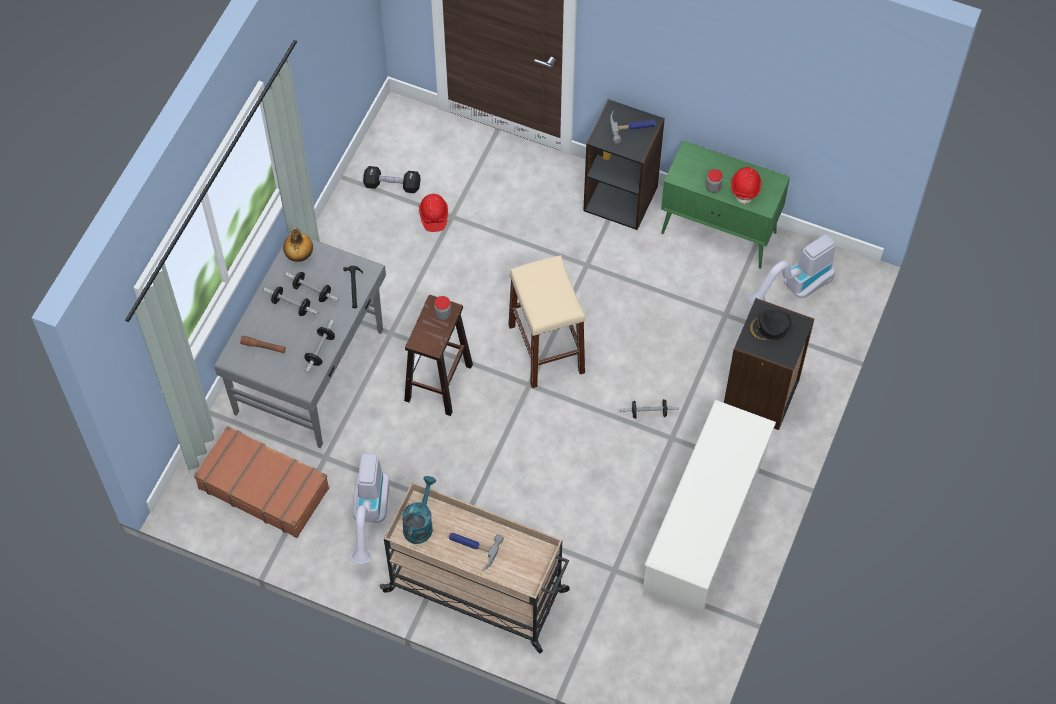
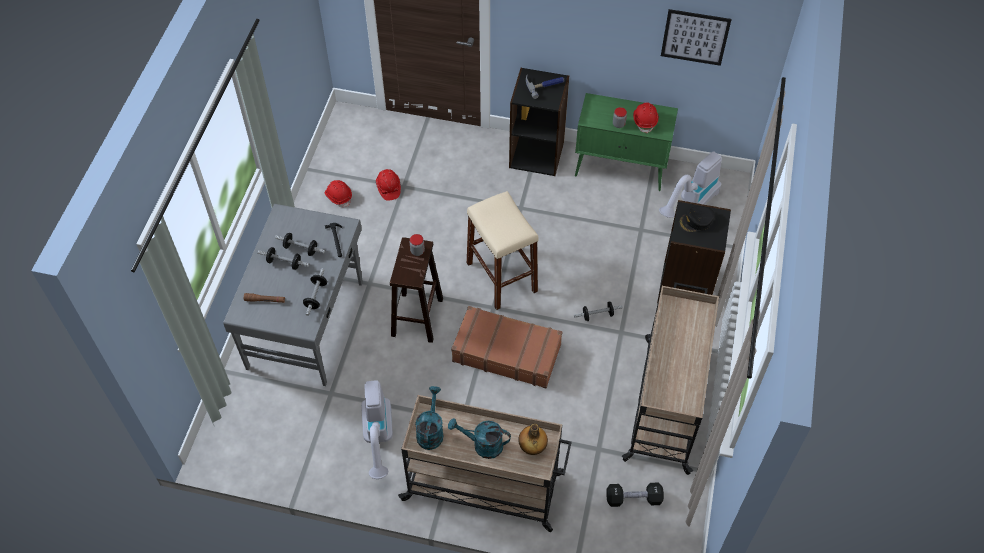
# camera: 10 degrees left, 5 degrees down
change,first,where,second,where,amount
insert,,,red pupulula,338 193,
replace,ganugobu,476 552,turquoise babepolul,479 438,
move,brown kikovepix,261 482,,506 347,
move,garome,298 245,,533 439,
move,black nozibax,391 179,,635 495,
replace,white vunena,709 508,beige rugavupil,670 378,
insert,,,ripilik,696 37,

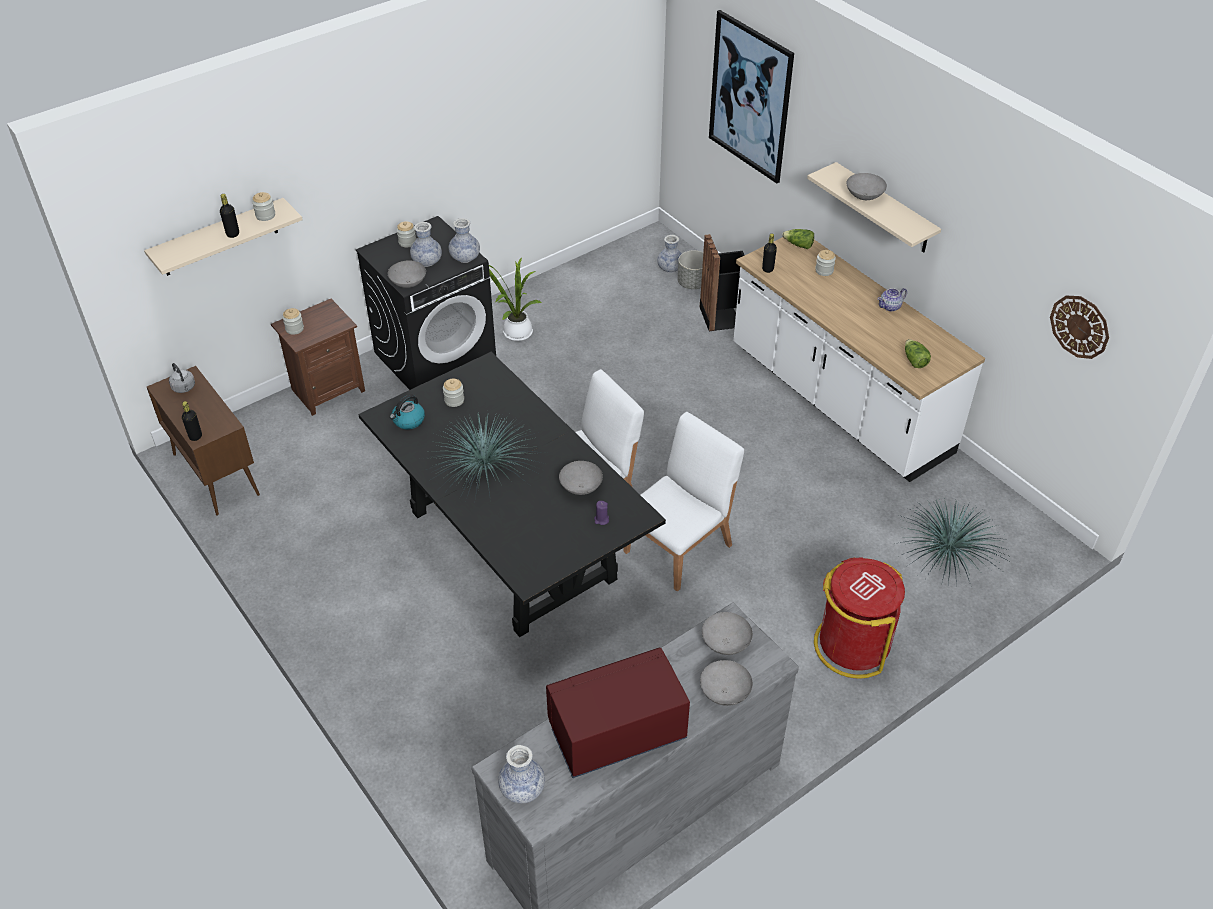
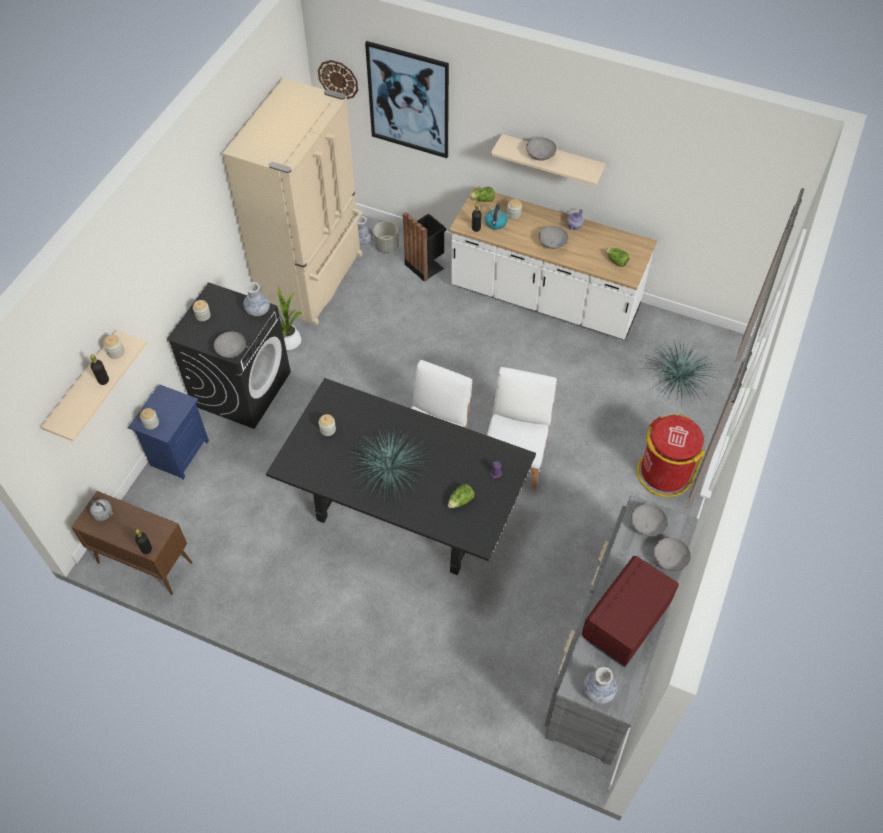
# camera: 30 degrees left, 10 degrees up
change,first,where,second,where,amount
recolor,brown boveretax,318 357,blue boveretax,168 432,
insert,,,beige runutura,292 202,
move,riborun,1079 327,,338 79,
insert,,,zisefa,461 496,
move,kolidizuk,407 411,,496 217,
move,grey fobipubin,581 478,,553 237,
delete,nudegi,426 244,,,

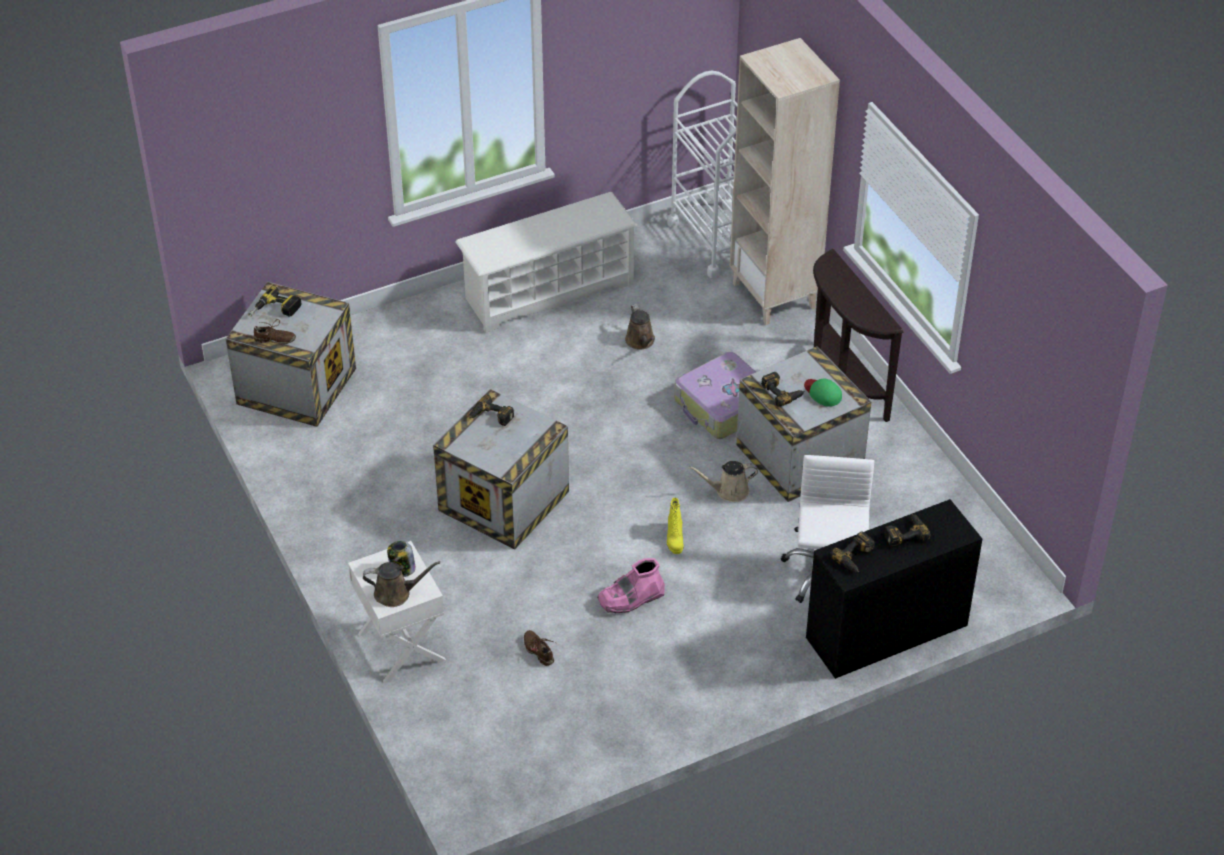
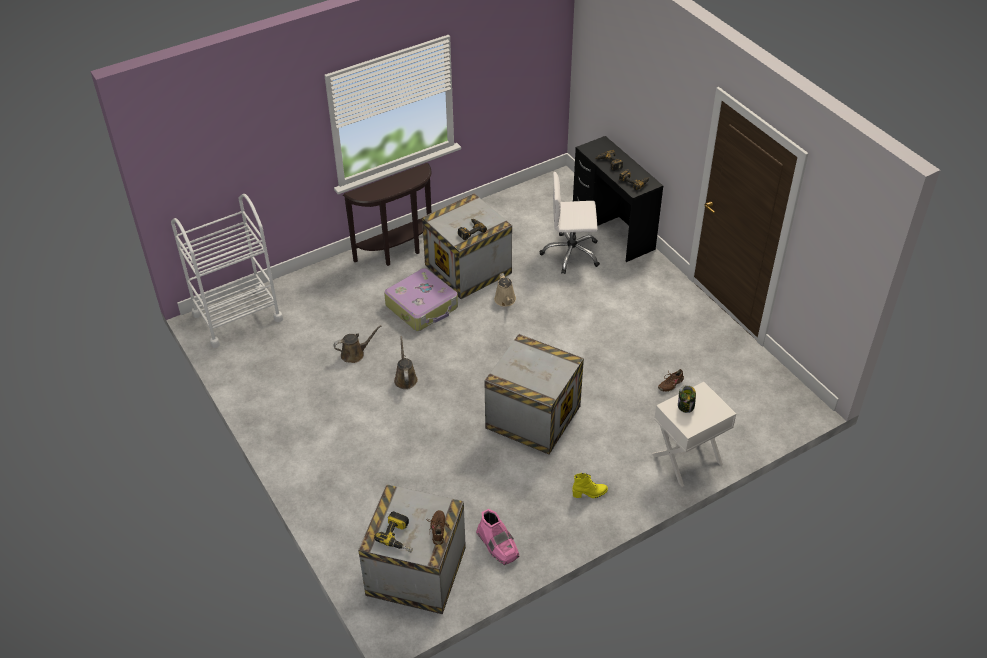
# camera: 95 degrees left, 0 degrees up
change,first,where,second,where,amount
move,brown babepolul,401 584,,406 362,
move,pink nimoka,631 585,,497 537,
move,yellow nimoka,675 526,,590 485,
delete,white vunena,546 262,,,
delete,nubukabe,491 410,,,
delete,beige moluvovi,785 181,,,
delete,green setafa,823 393,,,

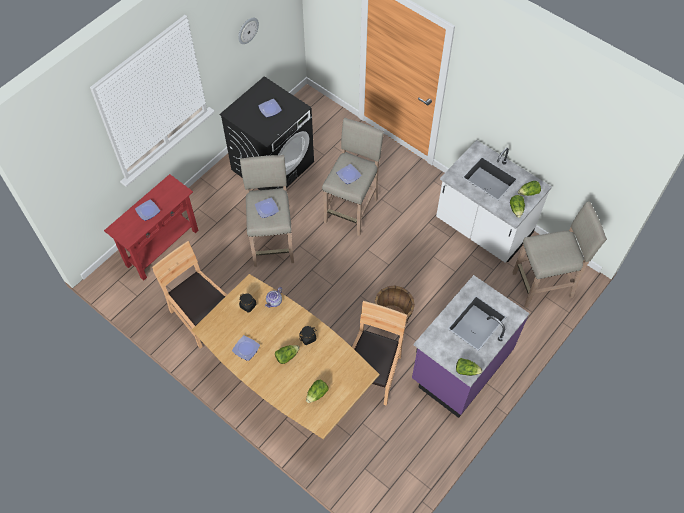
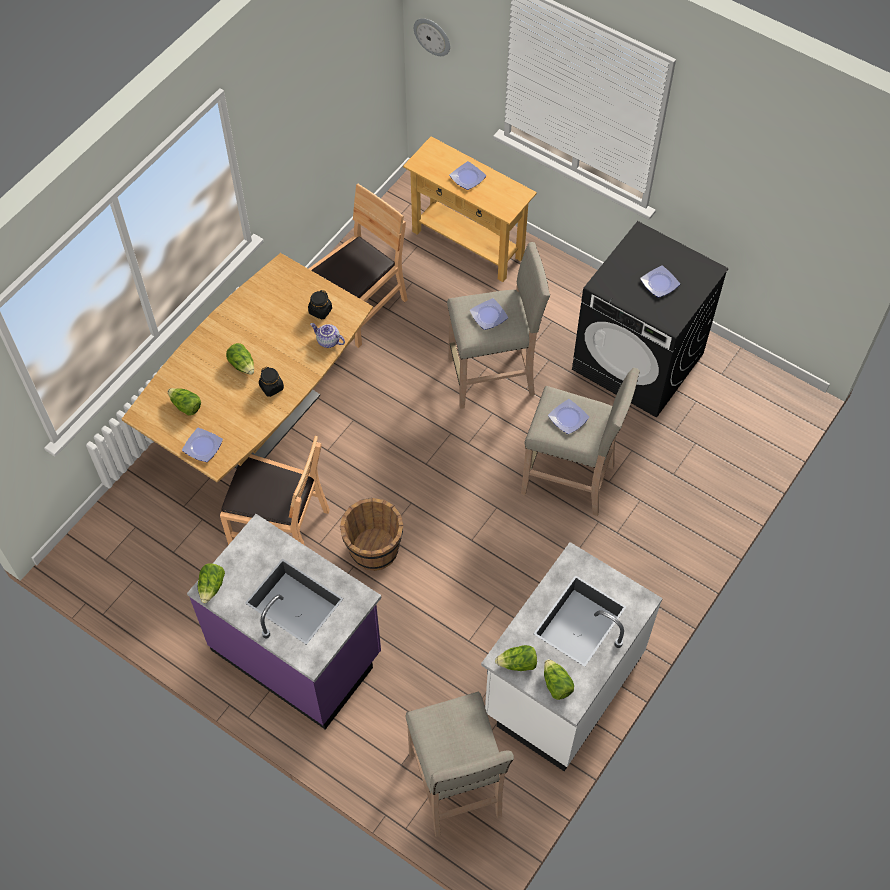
# camera: 85 degrees right, 0 degrees up
change,first,where,second,where,amount
move,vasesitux,246 348,,202 445,
recolor,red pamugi,151 227,beige pamugi,470 209,
move,riborun,248 30,,432 37,

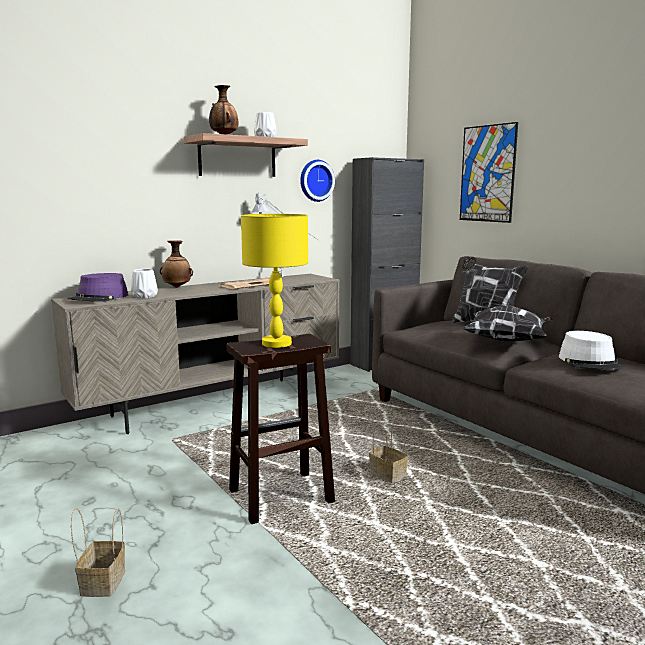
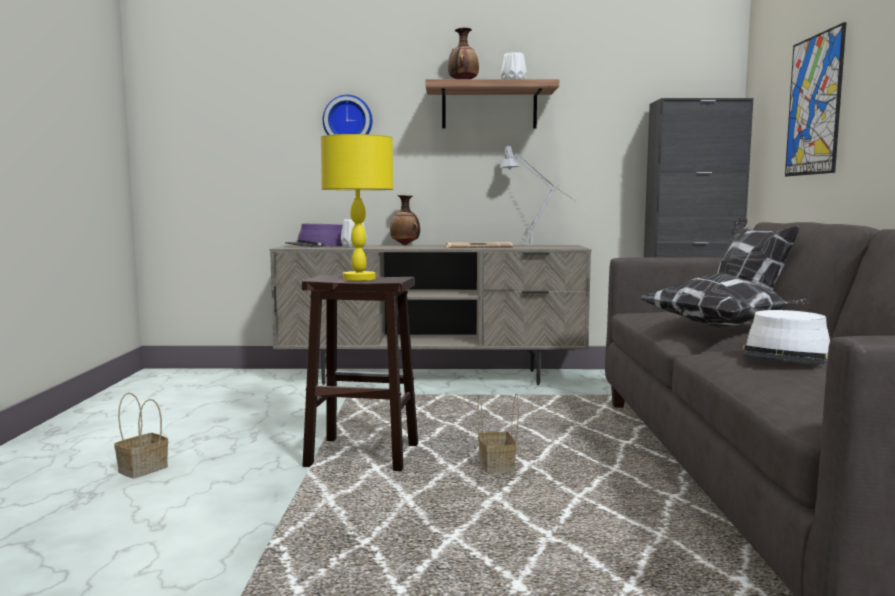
# camera: 35 degrees right, 5 degrees down
change,first,where,second,where,amount
move,riborun,317 181,,347 115,

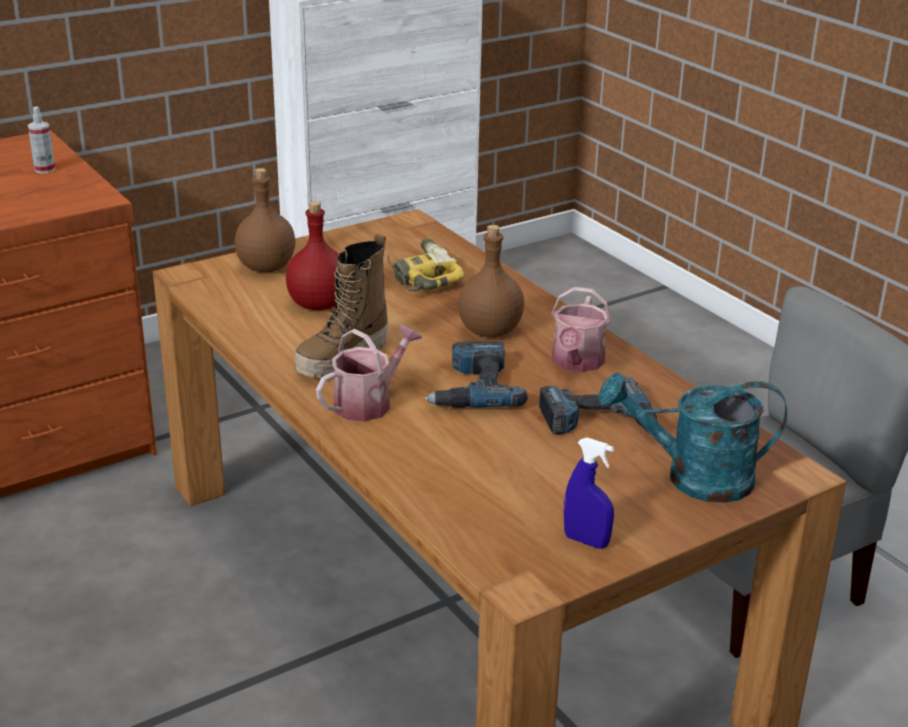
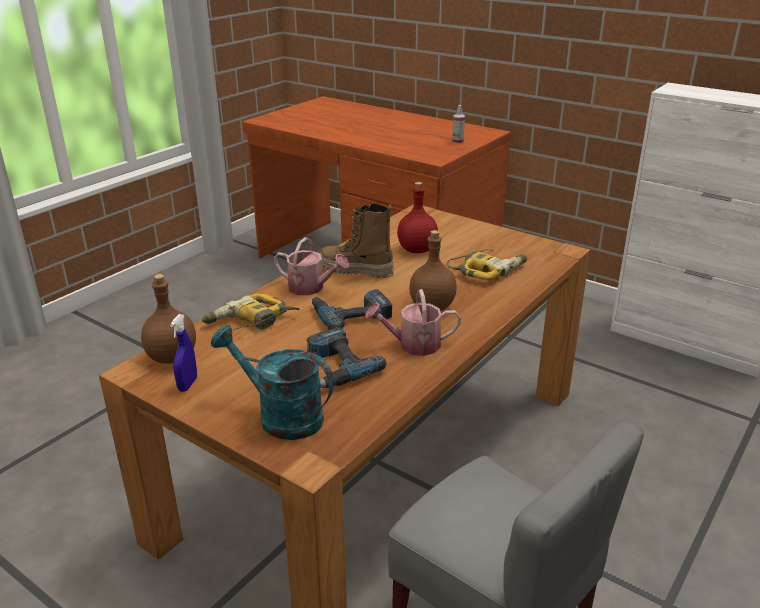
# camera: 70 degrees right, 0 degrees up
change,first,where,second,where,amount
move,brown garome,265 220,,168 319,
insert,,,nubukabe,250 312,
rotate,turquoise babepolul,693 438,,272 382,45 degrees counterclockwise

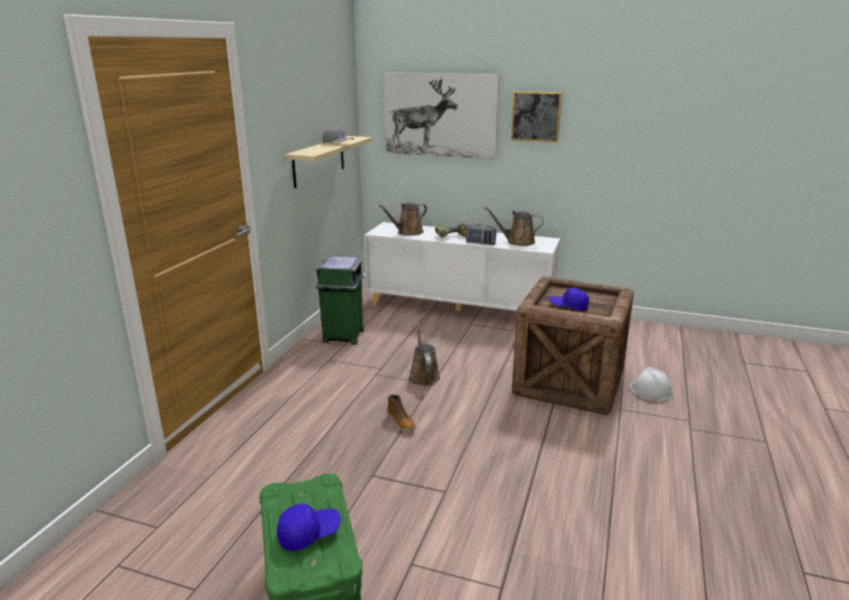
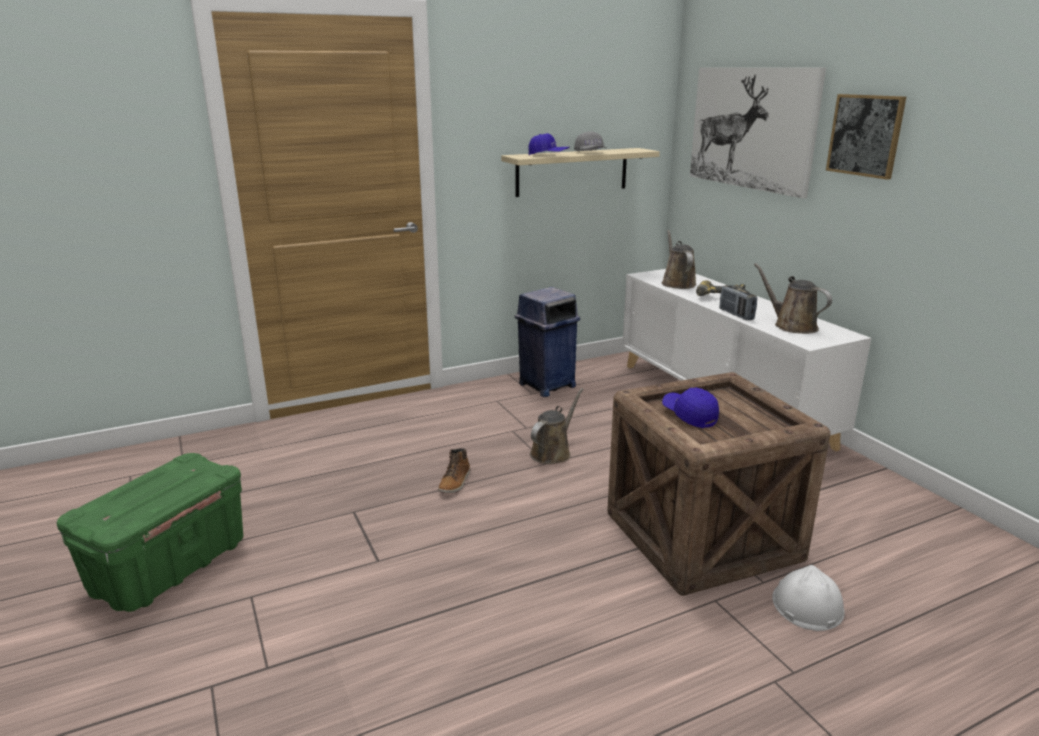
# camera: 45 degrees right, 0 degrees up
change,first,where,second,where,amount
recolor,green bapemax,340 300,blue bapemax,547 342,
move,blue setafa,309 527,,549 144,
rotate,brown babepolul,402 219,,679 259,75 degrees clockwise

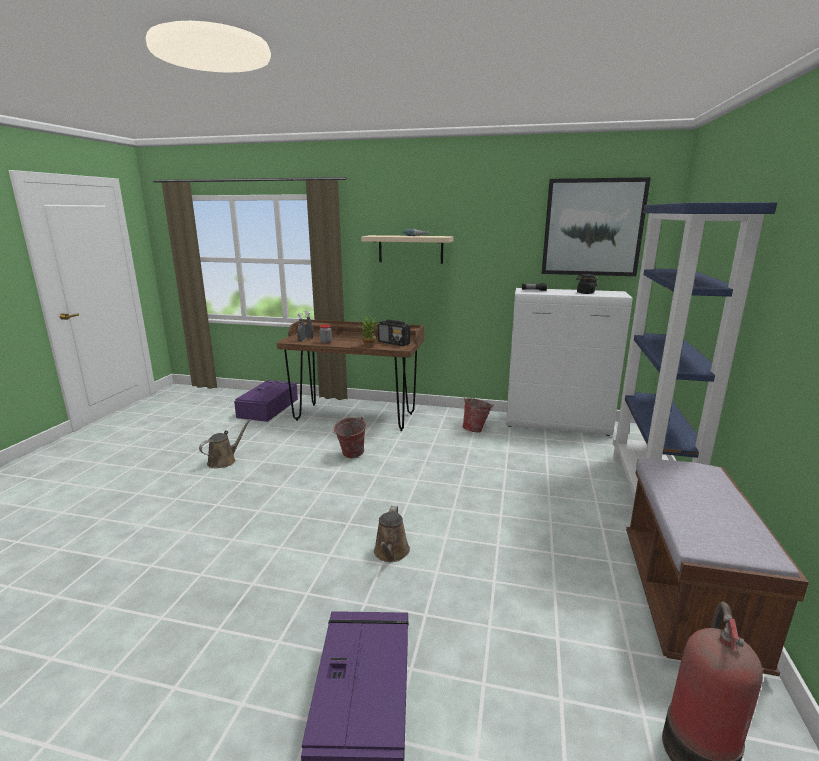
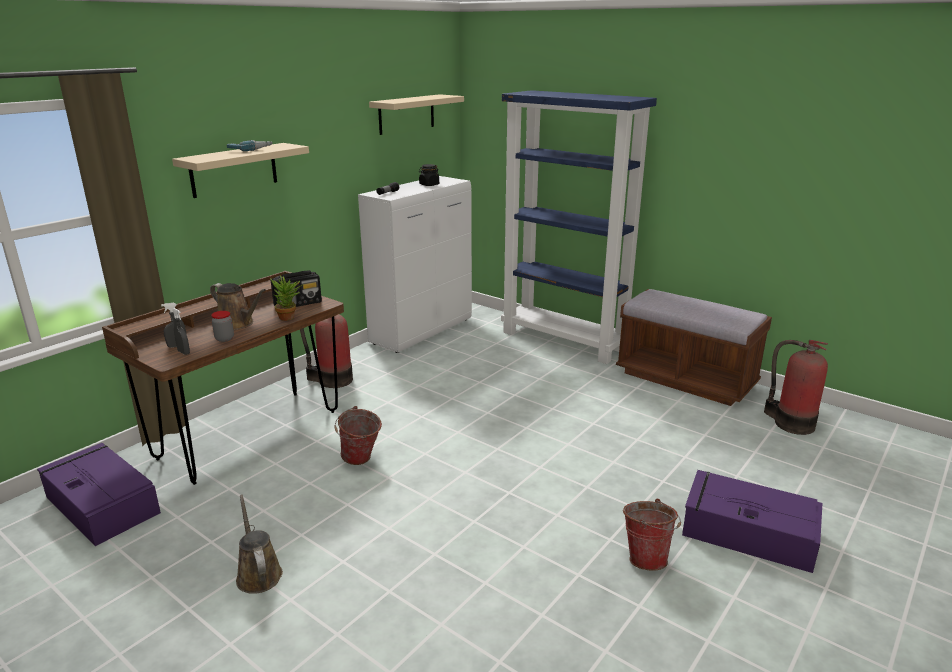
# camera: 65 degrees left, 5 degrees up
change,first,where,second,where,amount
move,brown babepolul,392 534,,238 306,
insert,,,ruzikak,326 351,
replace,ripilik,596 226,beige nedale,416 114,
move,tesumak,478 415,,652 535,

